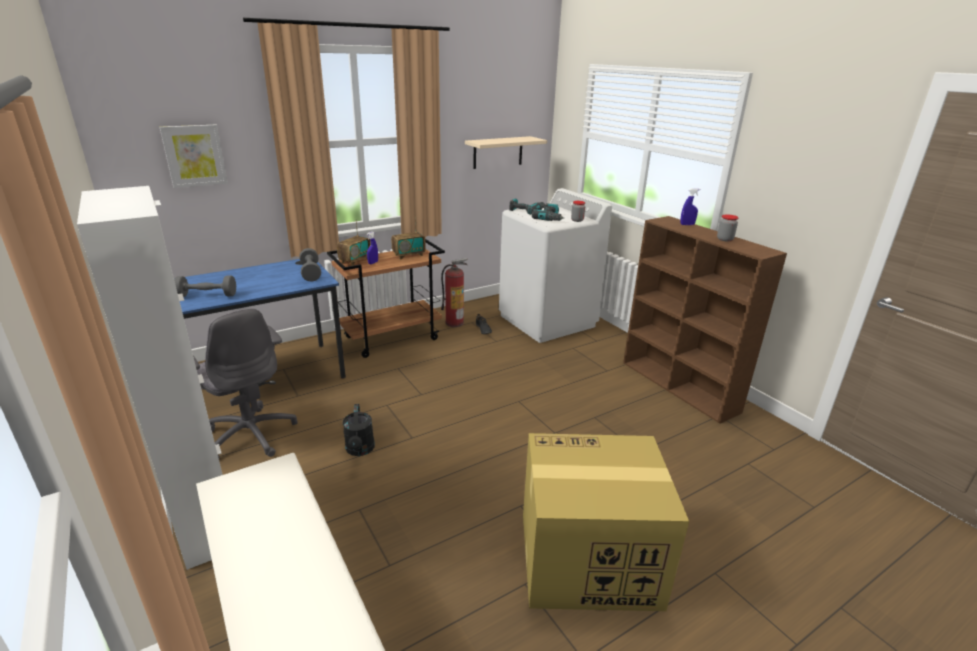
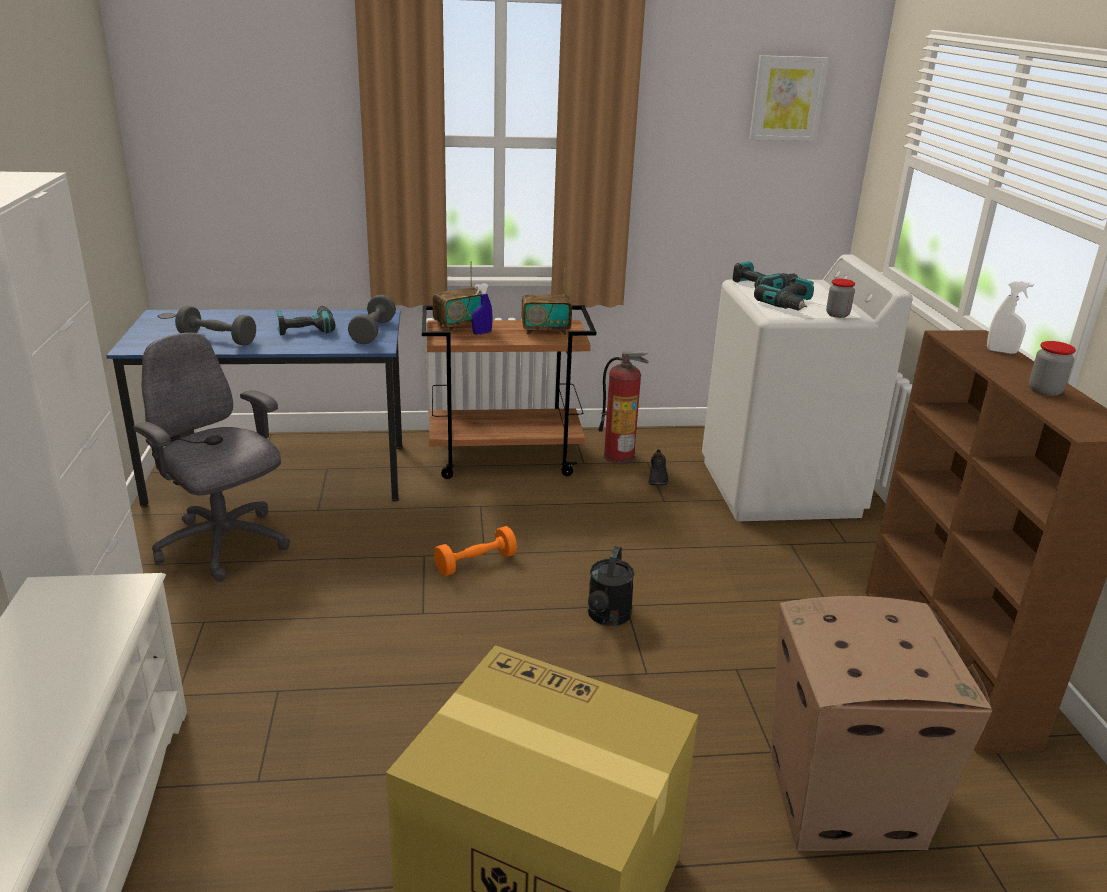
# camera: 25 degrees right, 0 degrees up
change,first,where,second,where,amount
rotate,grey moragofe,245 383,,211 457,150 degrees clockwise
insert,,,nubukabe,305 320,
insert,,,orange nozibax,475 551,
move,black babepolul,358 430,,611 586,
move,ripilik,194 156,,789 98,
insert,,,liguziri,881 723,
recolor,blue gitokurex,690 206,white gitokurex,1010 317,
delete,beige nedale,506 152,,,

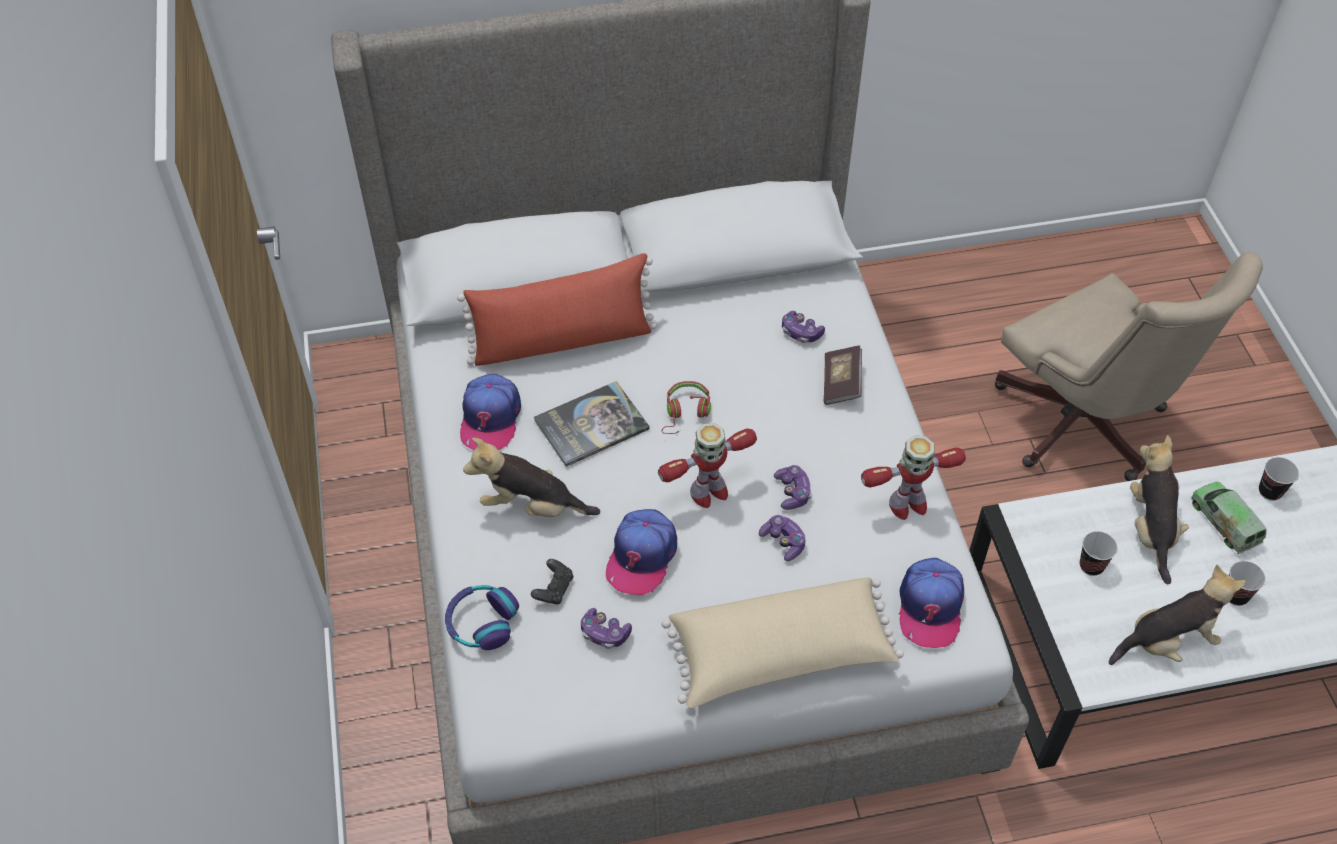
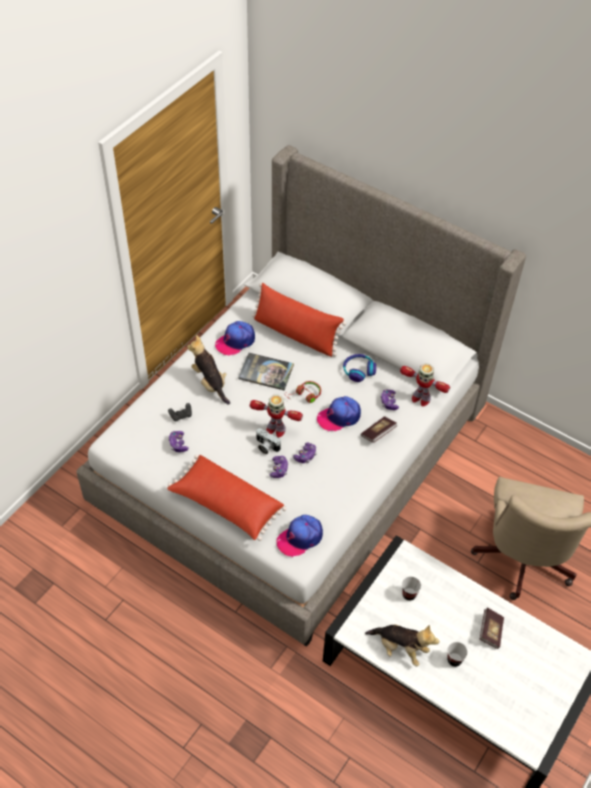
# camera: 45 degrees right, 0 degrees up
change,first,where,second,where,amount
recolor,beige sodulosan,783 642,red sodulosan,227 498,
insert,,,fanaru,268 441,
move,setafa,641 552,,339 414,
move,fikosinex,482 617,,359 368,
move,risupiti,913 477,,425 384,
replace,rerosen,1228 518,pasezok,492 628,
delete,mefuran,1159 509,,,
delete,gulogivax,1279 479,,,

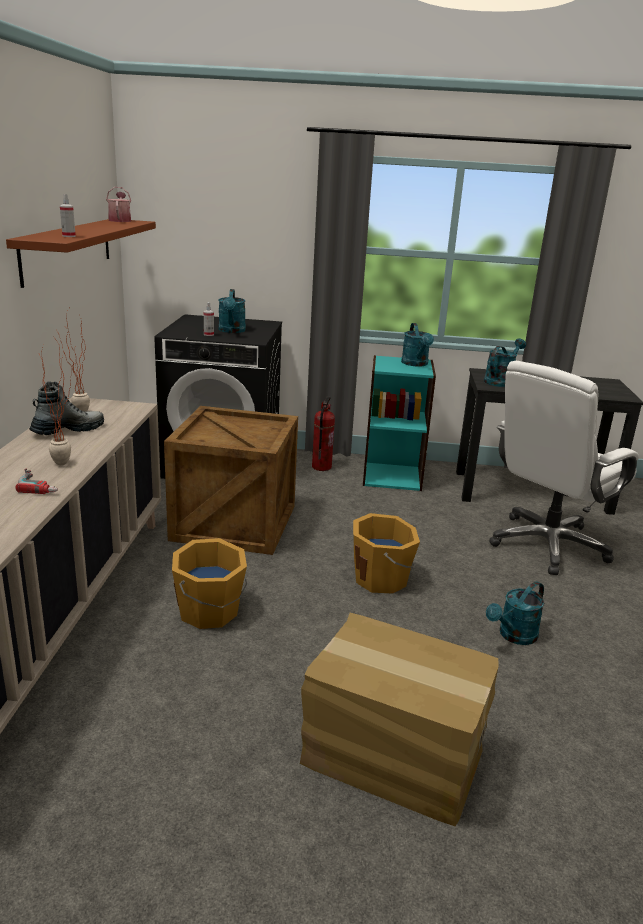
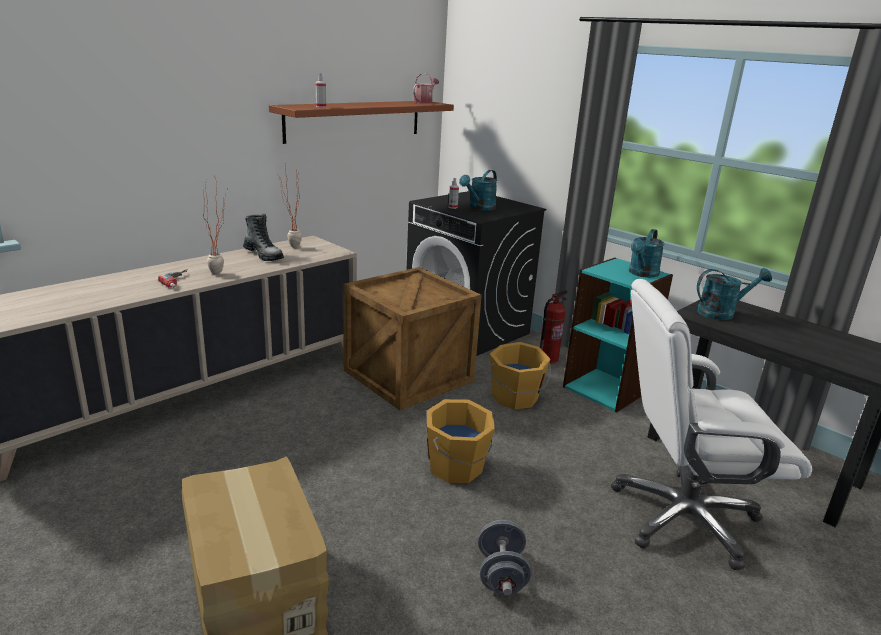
# camera: 40 degrees right, 0 degrees up
change,first,where,second,where,amount
rotate,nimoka,66 408,,263 237,45 degrees clockwise
replace,turquoise babepolul,515 613,grey nozibax,504 557,
move,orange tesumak,209 583,,520 376,

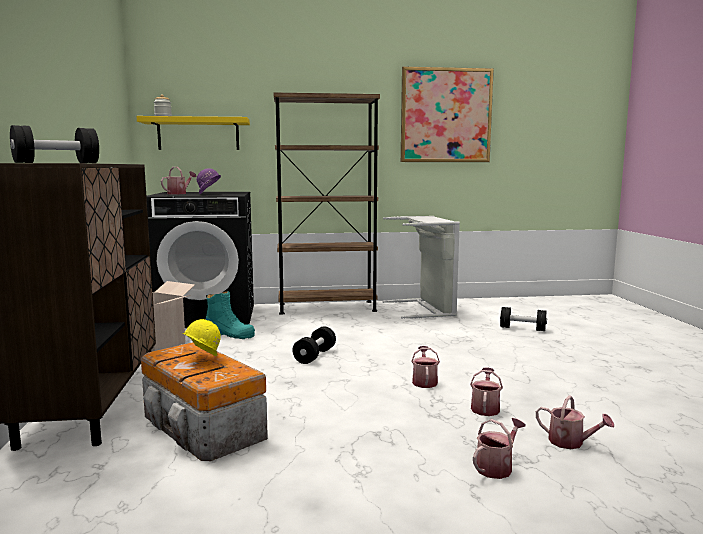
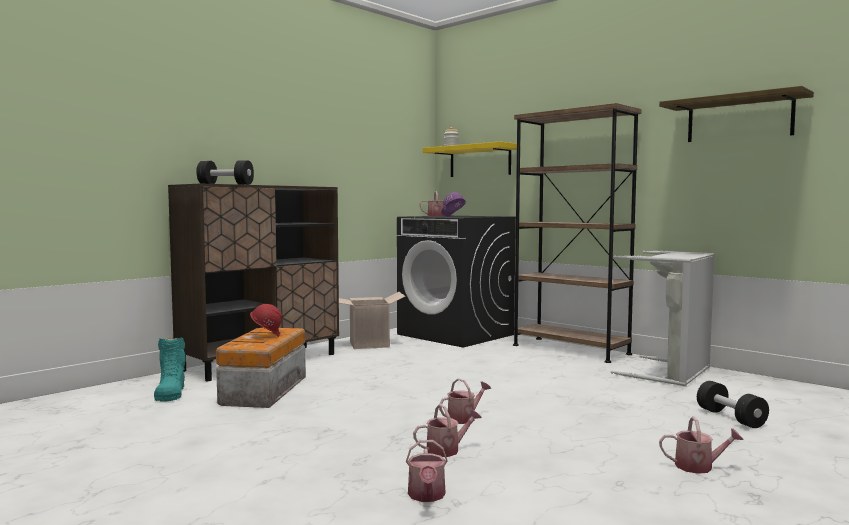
# camera: 50 degrees right, 5 degrees down
change,first,where,second,where,amount
move,turquoise nimoka,230 315,,169 369,
recolor,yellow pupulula,202 338,red pupulula,266 320,
replace,ripilik,447 114,nedale,736 114,
move,babepolul,499 448,,701 445,
delete,black nozibax,314 345,,,

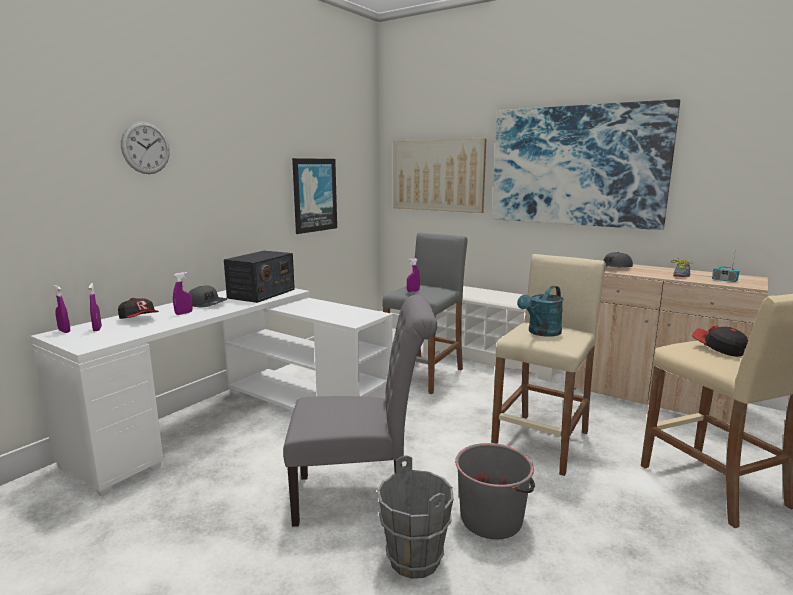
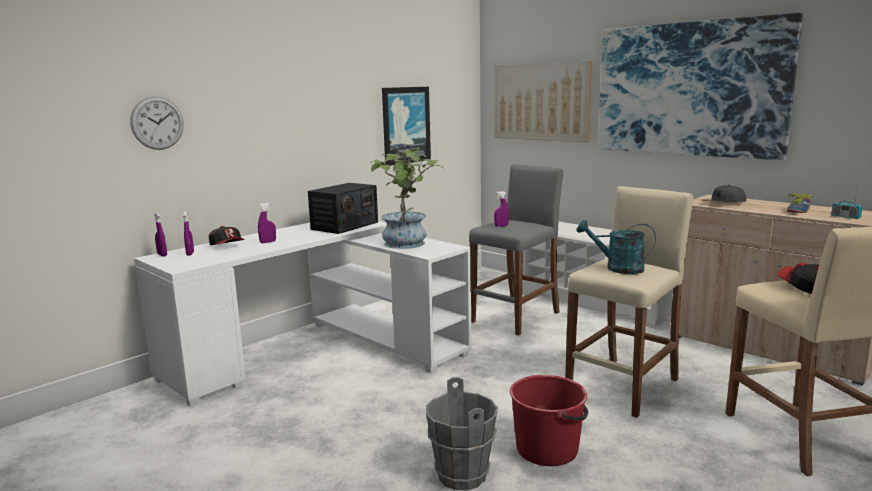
# camera: 10 degrees right, 0 degrees up
change,first,where,second,where,amount
move,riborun,145 147,,156 123,
insert,,,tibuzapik,407 198,
recolor,grey tesumak,495 491,red tesumak,549 420,
rotate,turquoise babepolul,540 311,,616 247,60 degrees clockwise
delete,grey setafa,207 296,,,
delete,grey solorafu,360 411,,,

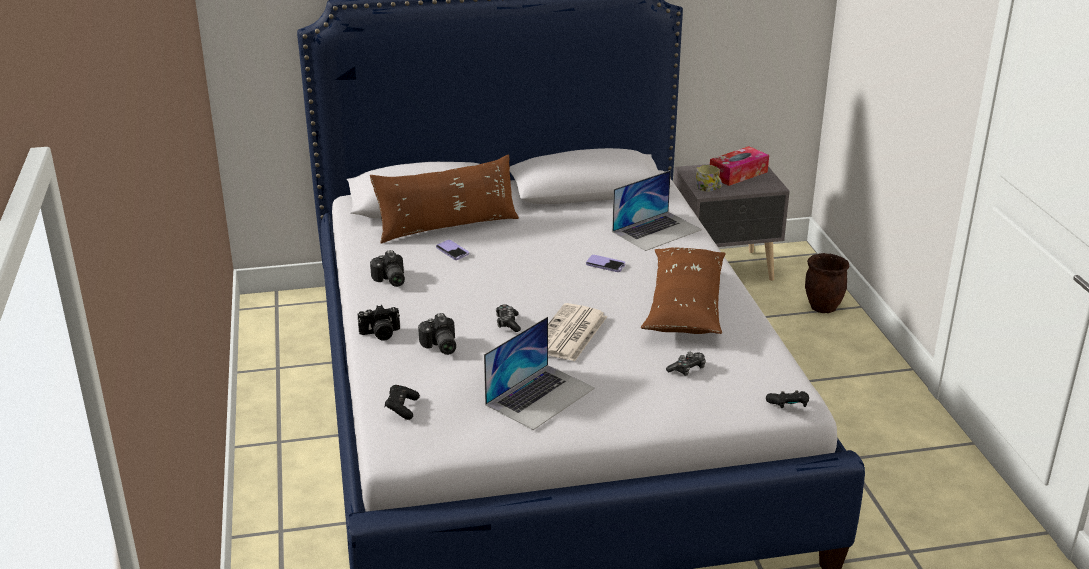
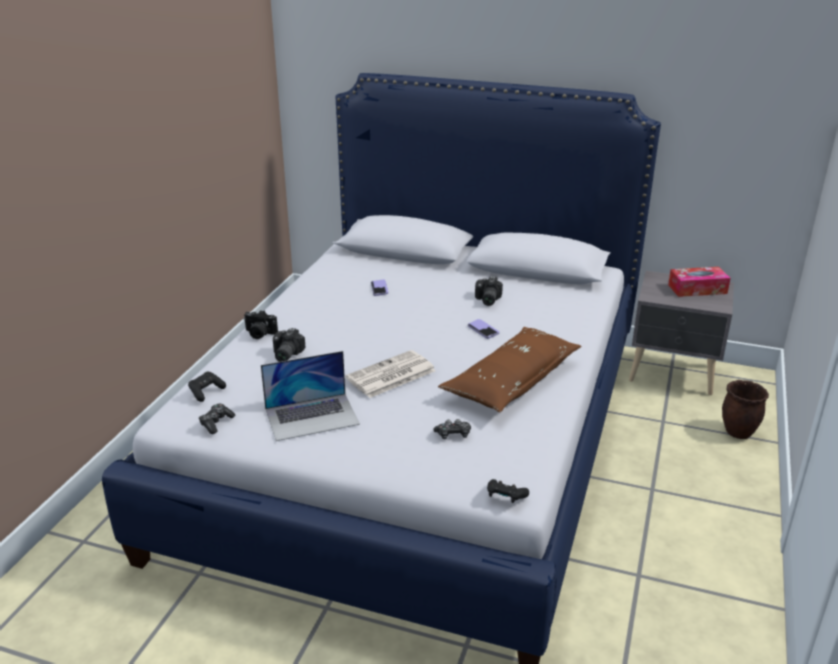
# camera: 30 degrees right, 0 degrees up
change,first,where,second,where,amount
move,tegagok,508 318,,217 419,
move,fanaru,387 268,,489 291,
delete,brown sodulosan,444 199,,,
delete,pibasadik,657 210,,,
delete,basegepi,709 178,,,

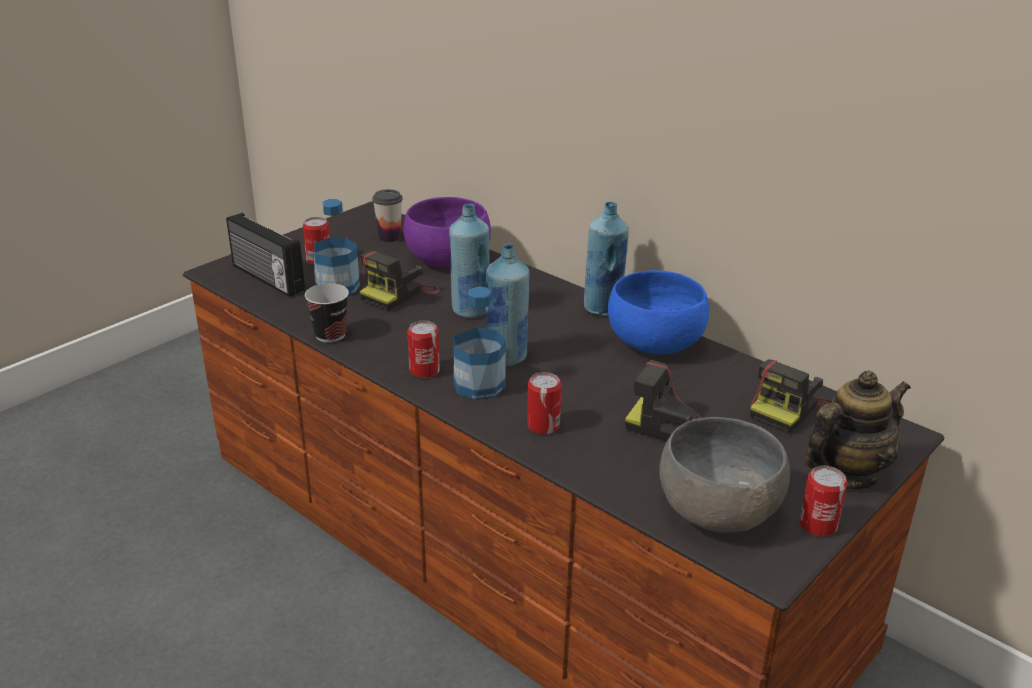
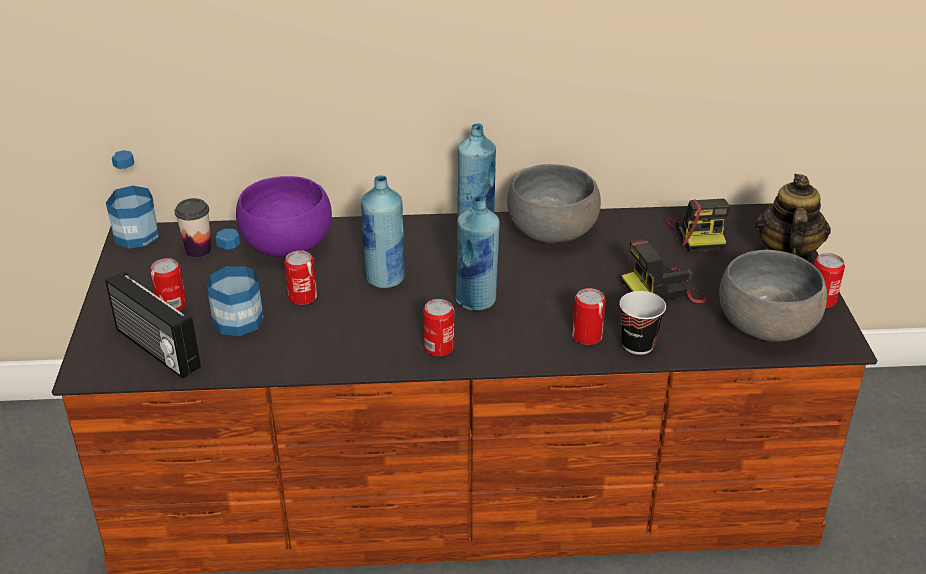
# camera: 45 degrees left, 5 degrees up
change,first,where,second,where,amount
rotate,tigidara,265 255,,153 325,45 degrees clockwise
move,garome,480 343,,132 199,
replace,fanaru,400 280,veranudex,300 277,
recolor,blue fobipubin,658 312,grey fobipubin,554 203,
move,gulogivax,327 313,,642 323,

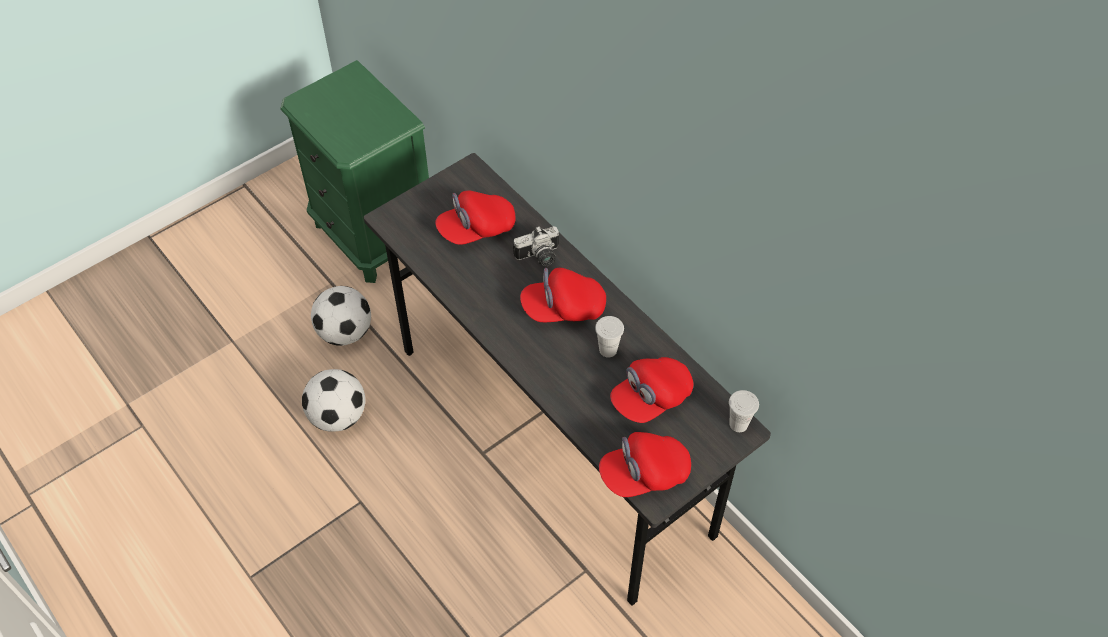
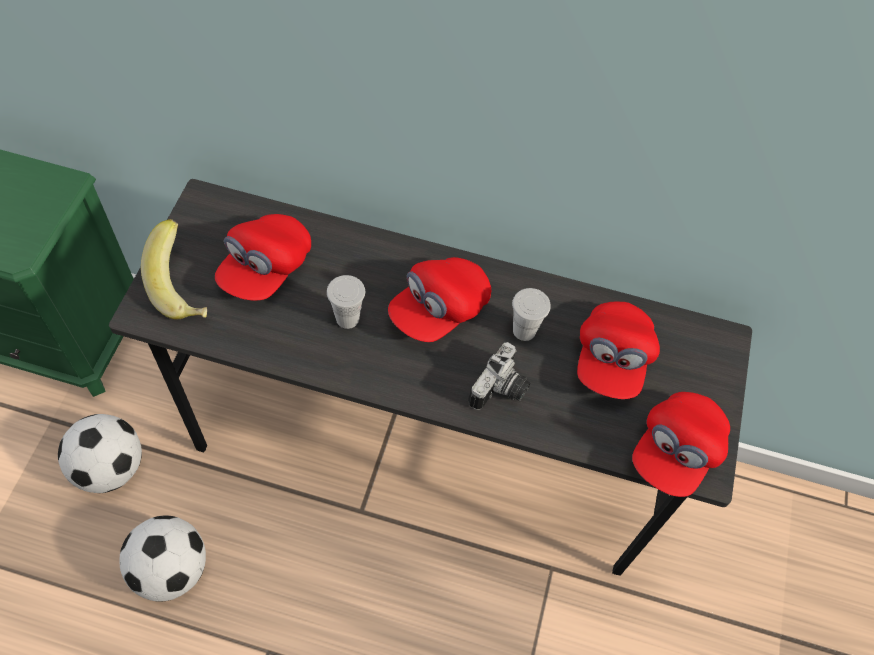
# camera: 40 degrees left, 5 degrees up
change,first,where,second,where,amount
insert,,,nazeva,174 269,
move,white gulogivax,744 411,,346 302,
move,fanaru,536 246,,499 376,

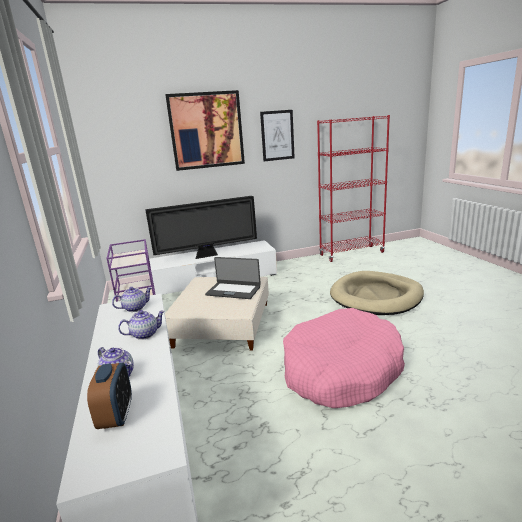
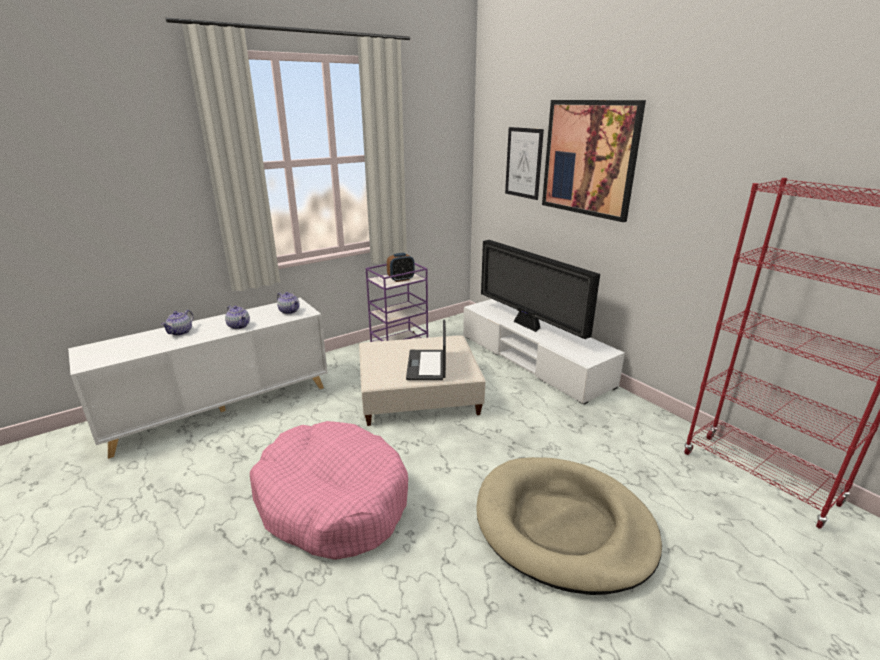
# camera: 70 degrees right, 5 degrees up
change,first,where,second,where,amount
move,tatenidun,109 396,,401 267,
move,ripilik,277 135,,524 163,

